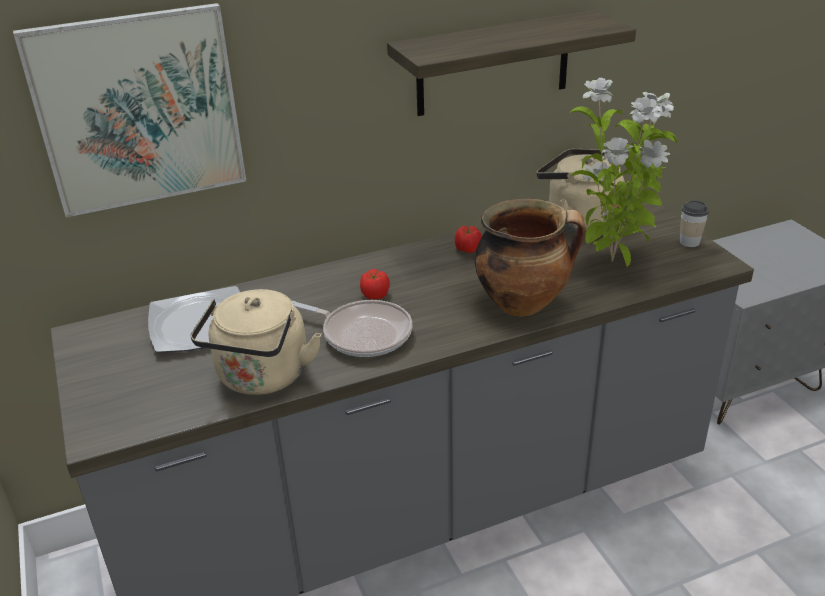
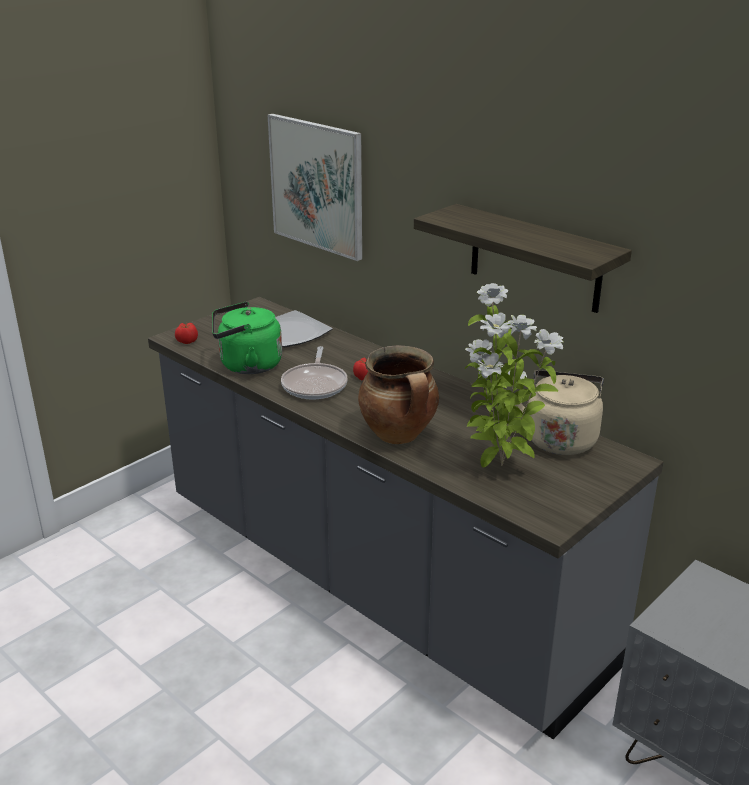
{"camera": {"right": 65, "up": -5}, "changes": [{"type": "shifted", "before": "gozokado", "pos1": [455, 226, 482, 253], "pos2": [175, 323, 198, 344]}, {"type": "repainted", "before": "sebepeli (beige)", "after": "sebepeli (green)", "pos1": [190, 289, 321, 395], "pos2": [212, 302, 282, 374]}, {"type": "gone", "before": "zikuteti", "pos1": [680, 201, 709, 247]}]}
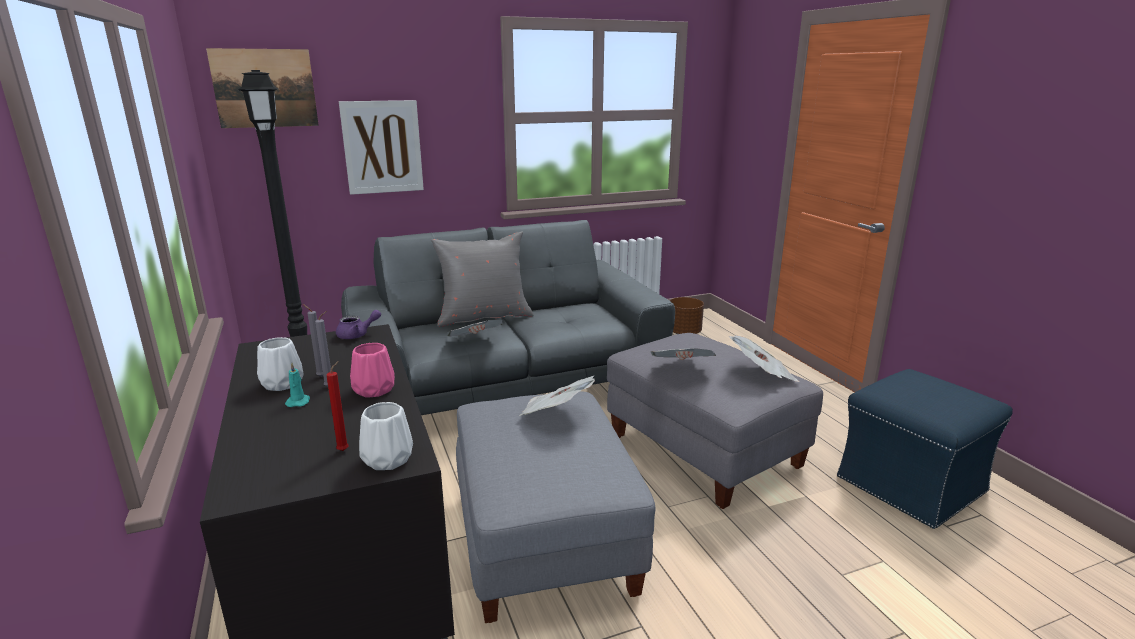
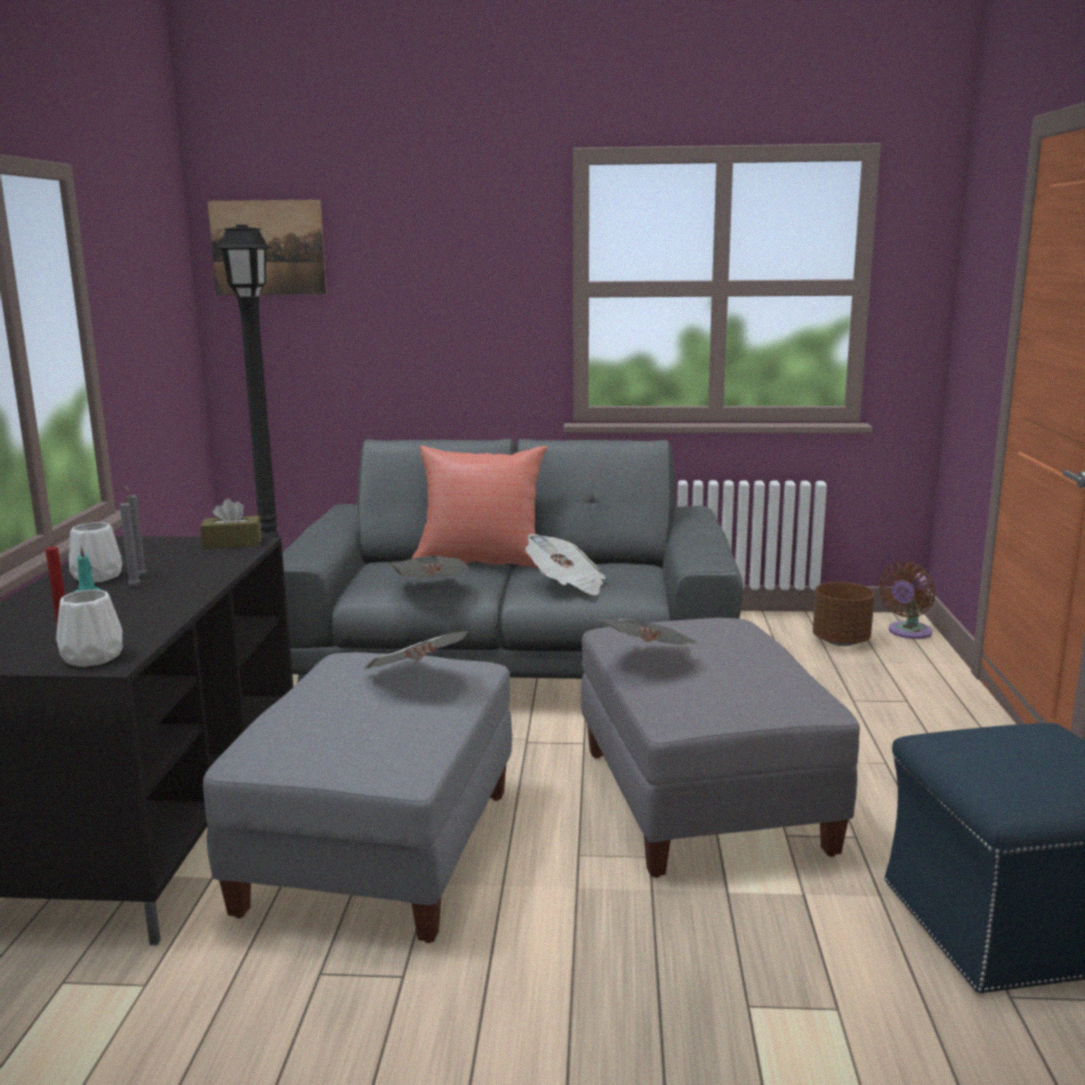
{"camera": {"right": 25, "up": -5}, "changes": [{"type": "swapped", "before": "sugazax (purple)", "after": "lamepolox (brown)", "pos1": [336, 310, 381, 339], "pos2": [200, 499, 262, 549]}, {"type": "repainted", "before": "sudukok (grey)", "after": "sudukok (red)", "pos1": [431, 231, 533, 327], "pos2": [412, 445, 547, 568]}, {"type": "shifted", "before": "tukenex", "pos1": [729, 336, 800, 382], "pos2": [526, 534, 606, 595]}, {"type": "new", "after": "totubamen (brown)", "pos2": [879, 562, 936, 639]}, {"type": "gone", "before": "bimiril", "pos1": [339, 100, 424, 195]}, {"type": "gone", "before": "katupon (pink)", "pos1": [350, 343, 395, 398]}]}
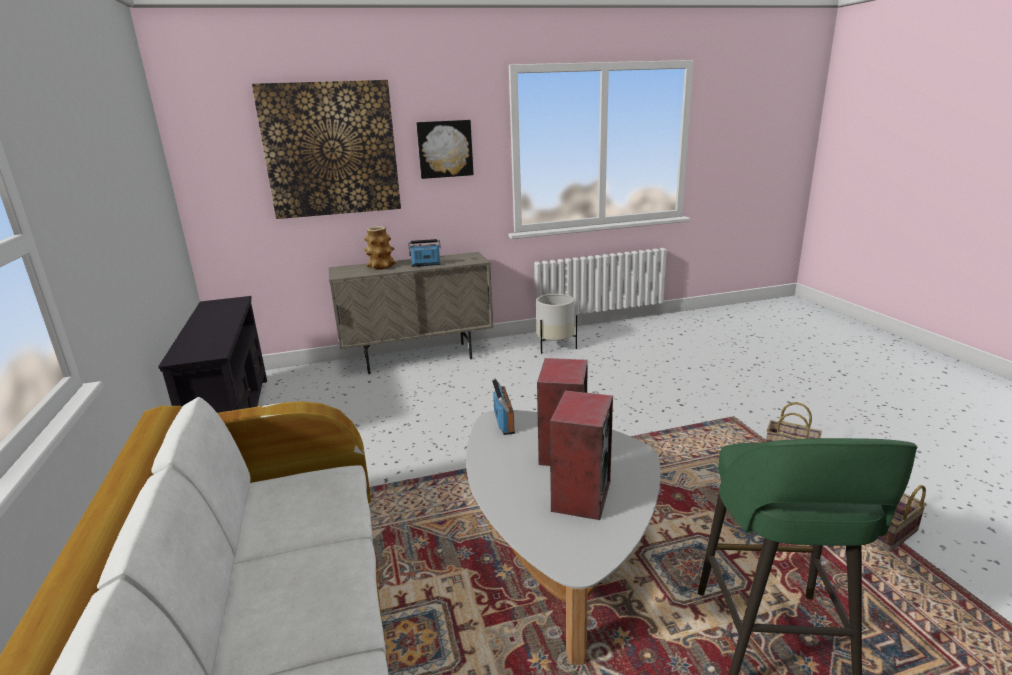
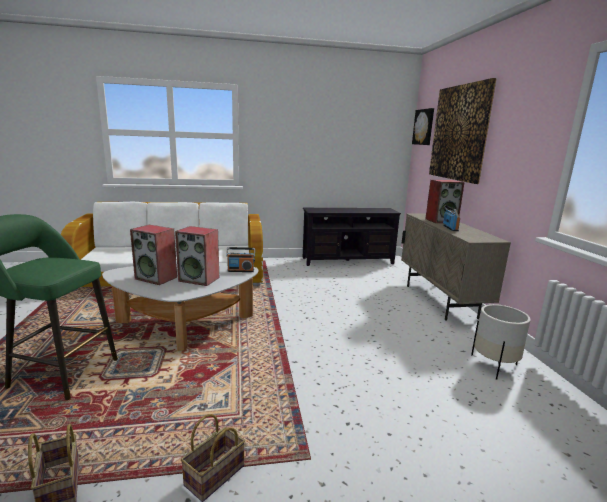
{"camera": {"right": 95, "up": -5}, "changes": [{"type": "shifted", "before": "bimiril", "pos1": [416, 120, 474, 179], "pos2": [412, 108, 434, 145]}, {"type": "swapped", "before": "katupon", "after": "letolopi", "pos1": [364, 226, 396, 270], "pos2": [425, 180, 465, 223]}]}
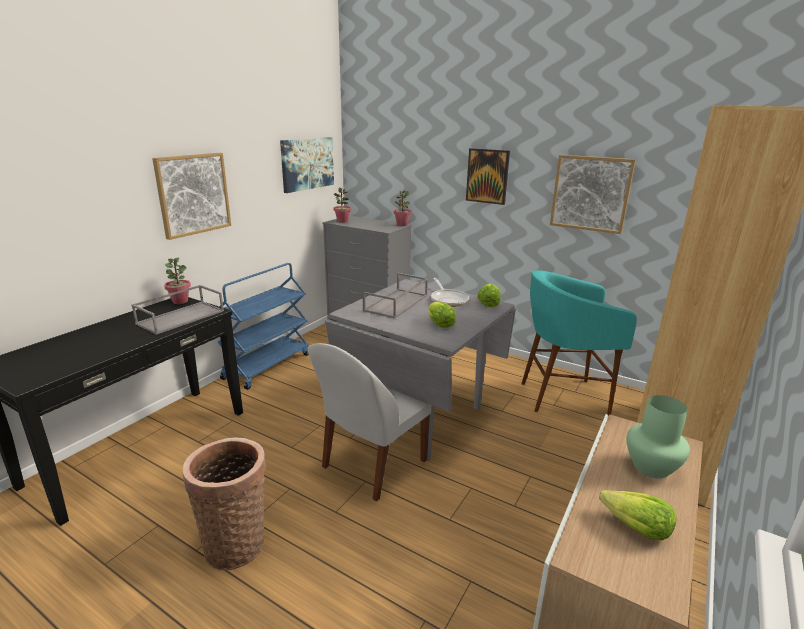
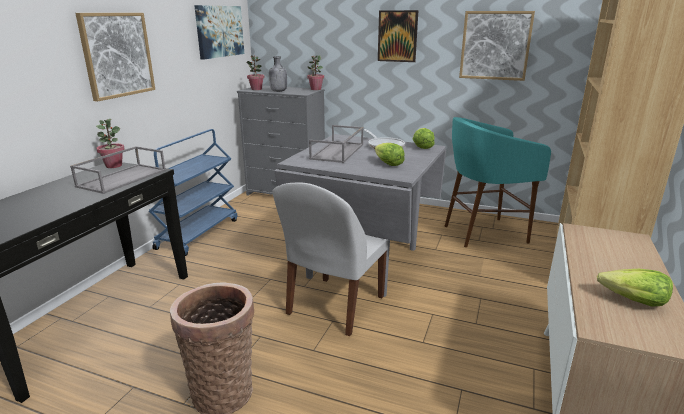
{"camera": {"right": -10, "up": 0}, "changes": [{"type": "new", "after": "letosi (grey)", "pos2": [269, 56, 287, 92]}, {"type": "gone", "before": "katupon (green)", "pos1": [626, 395, 690, 479]}]}
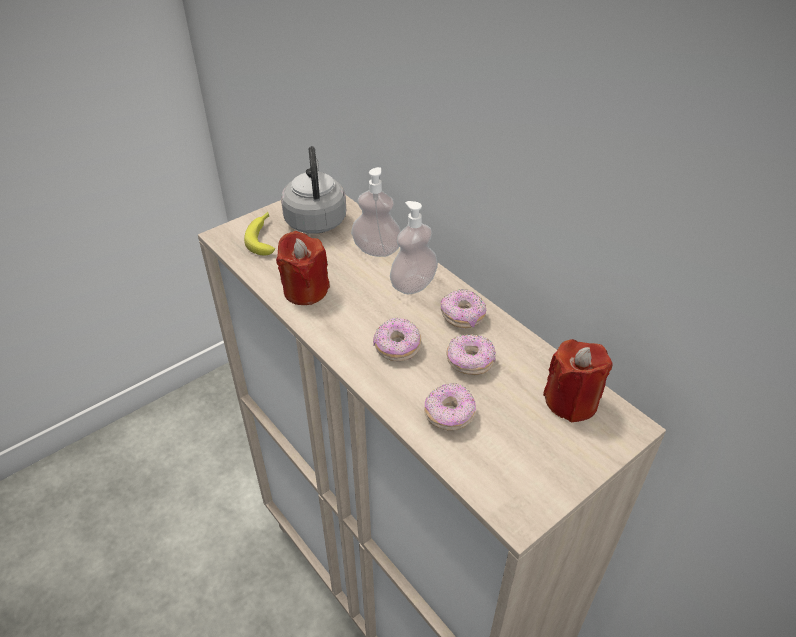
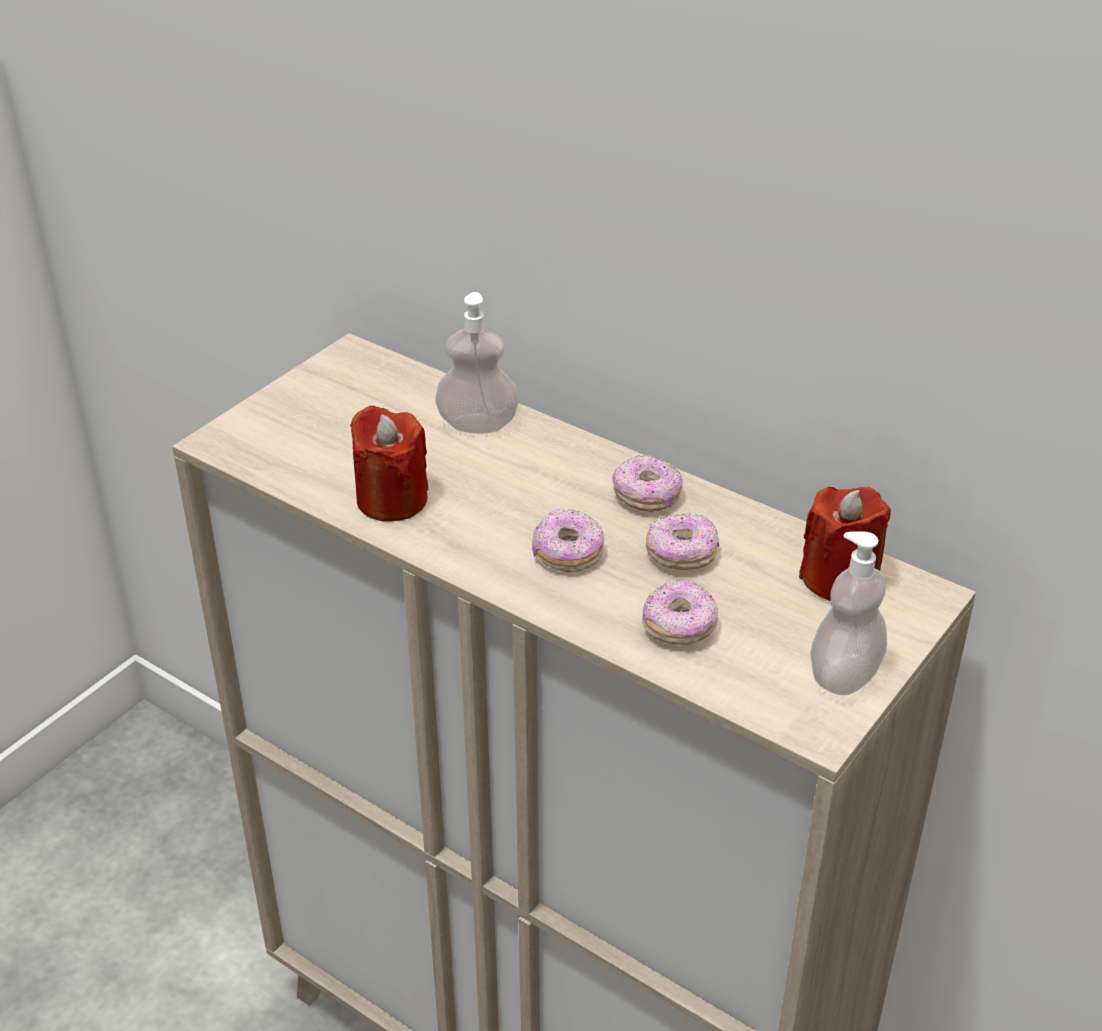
{"camera": {"right": -15, "up": -5}, "changes": [{"type": "shifted", "before": "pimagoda", "pos1": [390, 201, 438, 294], "pos2": [810, 531, 887, 695]}, {"type": "gone", "before": "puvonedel", "pos1": [244, 212, 275, 256]}, {"type": "gone", "before": "sebepeli (grey)", "pos1": [281, 146, 346, 234]}]}
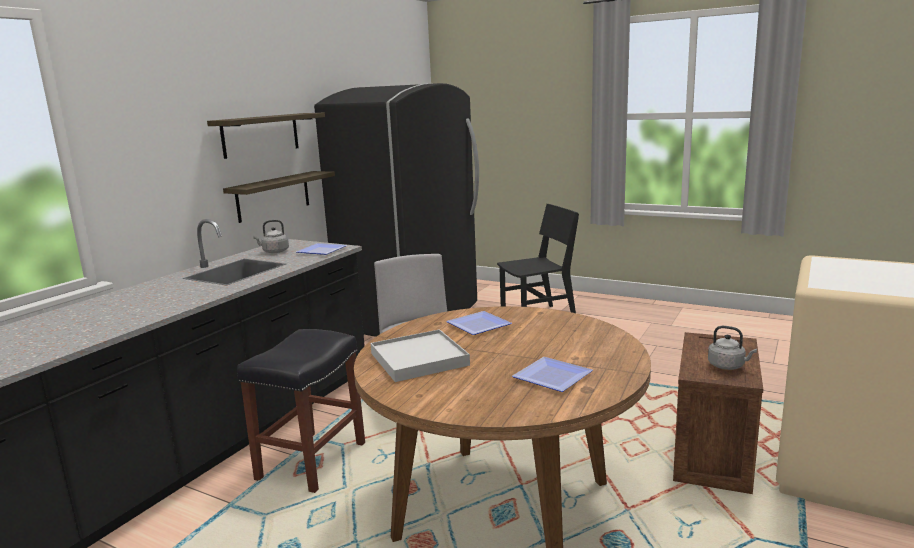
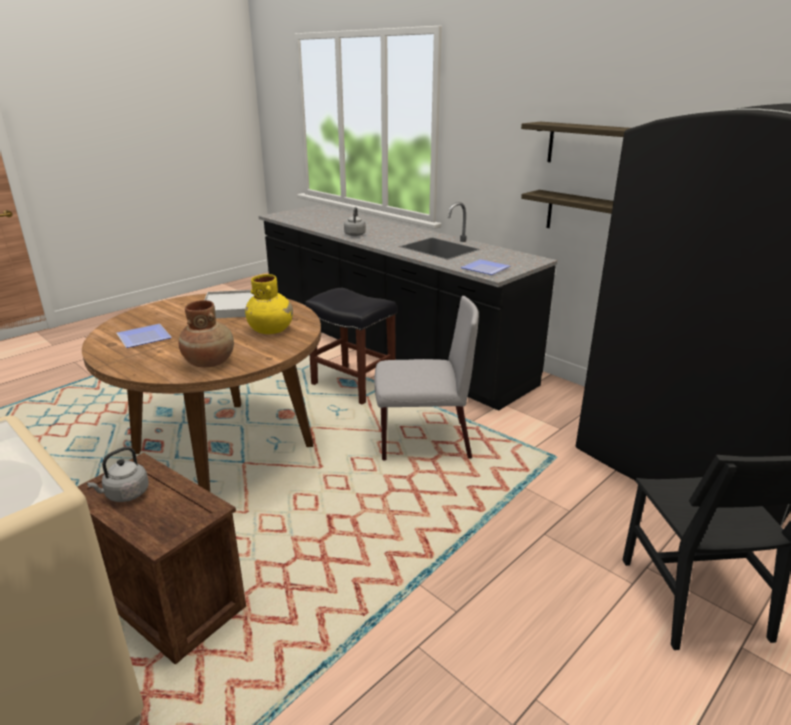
{"camera": {"right": 105, "up": 10}, "changes": [{"type": "new", "after": "katupon (brown)", "pos2": [179, 300, 234, 367]}, {"type": "swapped", "before": "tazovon", "after": "katupon (yellow)", "pos1": [446, 311, 512, 335], "pos2": [245, 274, 293, 334]}, {"type": "shifted", "before": "sebepeli (grey)", "pos1": [253, 220, 289, 253], "pos2": [344, 207, 366, 236]}]}
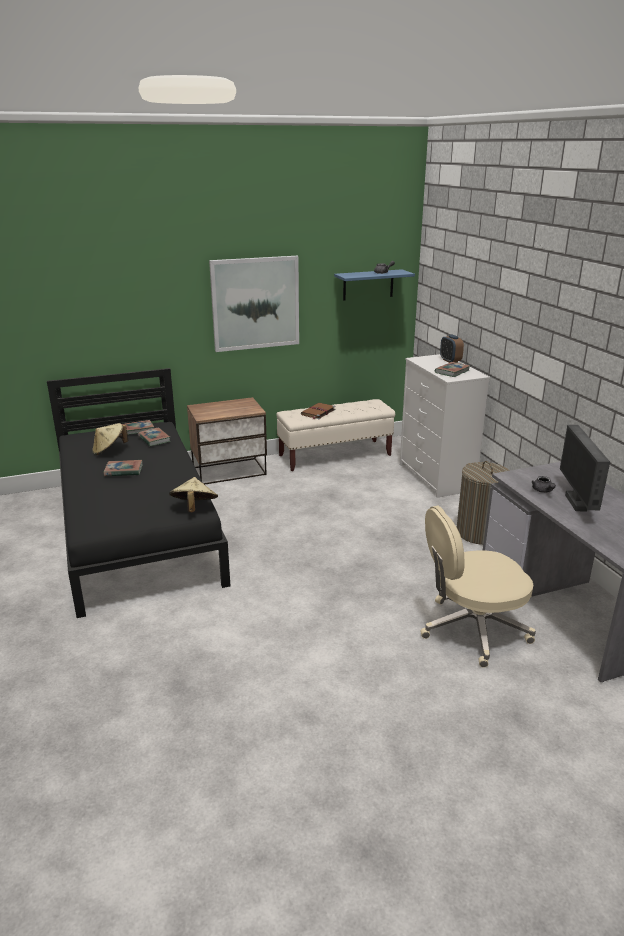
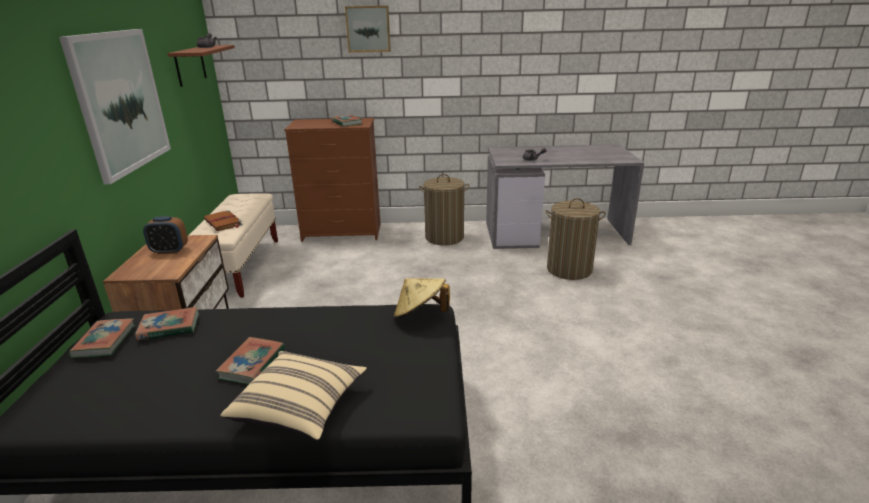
{"camera": {"right": -70, "up": 0}, "changes": [{"type": "shifted", "before": "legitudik", "pos1": [440, 335, 464, 363], "pos2": [143, 216, 188, 254]}, {"type": "repainted", "before": "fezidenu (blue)", "after": "fezidenu (brown)", "pos1": [334, 269, 415, 301], "pos2": [168, 45, 235, 87]}, {"type": "new", "after": "sudukok (beige)", "pos2": [220, 351, 367, 440]}, {"type": "repainted", "before": "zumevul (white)", "after": "zumevul (brown)", "pos1": [400, 354, 490, 498], "pos2": [284, 118, 381, 242]}, {"type": "new", "after": "bimiril", "pos2": [345, 6, 391, 52]}, {"type": "swapped", "before": "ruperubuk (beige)", "after": "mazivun", "pos1": [420, 506, 536, 667], "pos2": [545, 198, 606, 280]}, {"type": "gone", "before": "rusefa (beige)", "pos1": [92, 423, 128, 455]}, {"type": "gone", "before": "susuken", "pos1": [560, 425, 610, 511]}]}
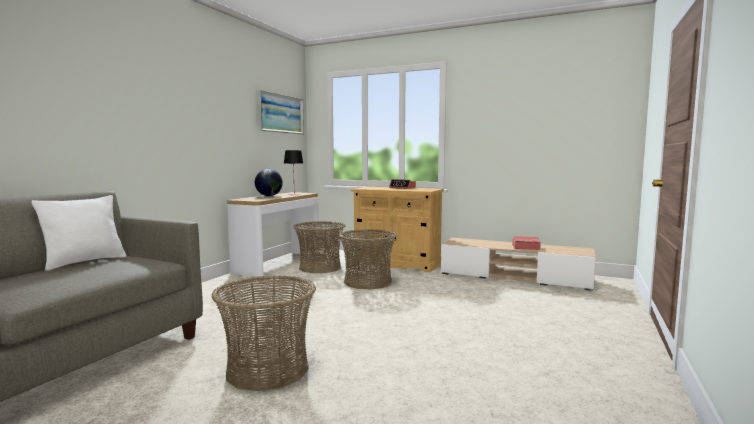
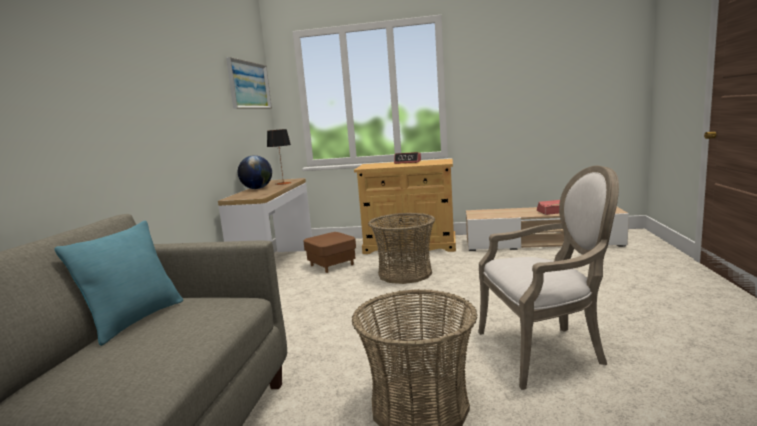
{"camera": {"right": -15, "up": 5}, "changes": [{"type": "repainted", "before": "sudukok (white)", "after": "sudukok (turquoise)", "pos1": [31, 195, 127, 271], "pos2": [55, 221, 183, 346]}, {"type": "swapped", "before": "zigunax", "after": "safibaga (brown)", "pos1": [293, 221, 345, 273], "pos2": [303, 232, 356, 273]}, {"type": "new", "after": "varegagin", "pos2": [478, 165, 619, 390]}]}
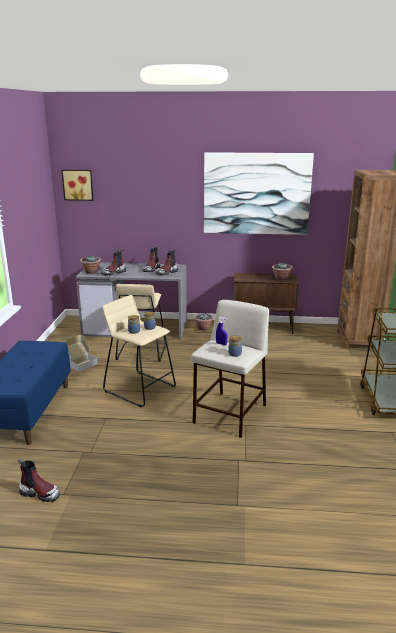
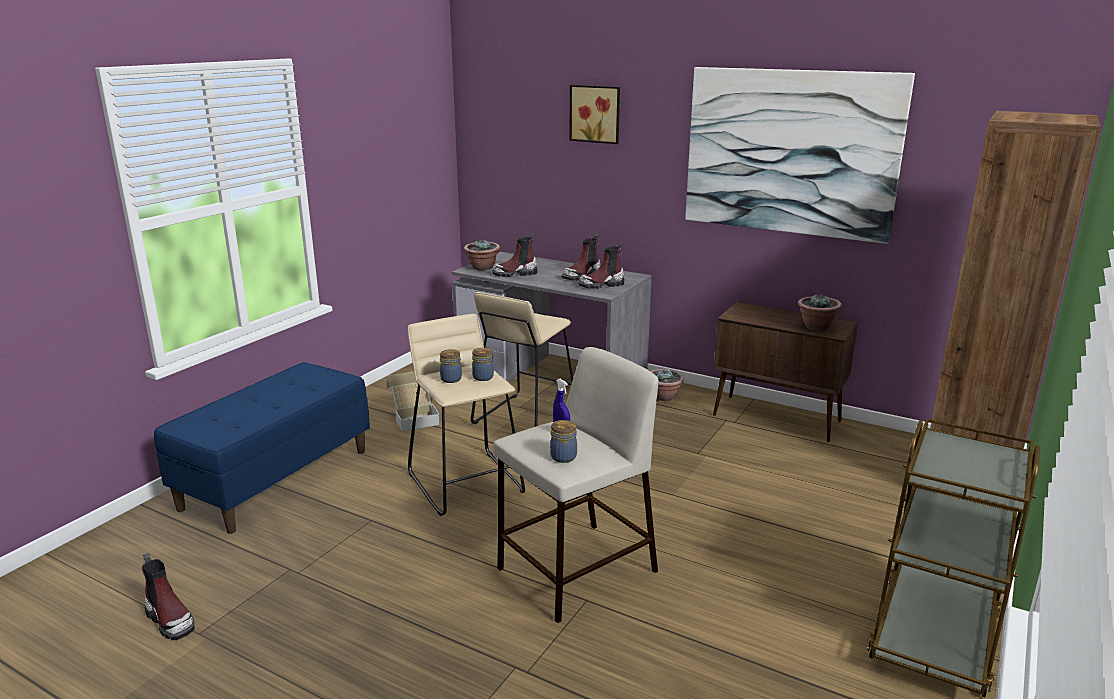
{"camera": {"right": 25, "up": 0}, "changes": [{"type": "shifted", "before": "bimiril", "pos1": [61, 170, 93, 201], "pos2": [569, 85, 620, 144]}]}
